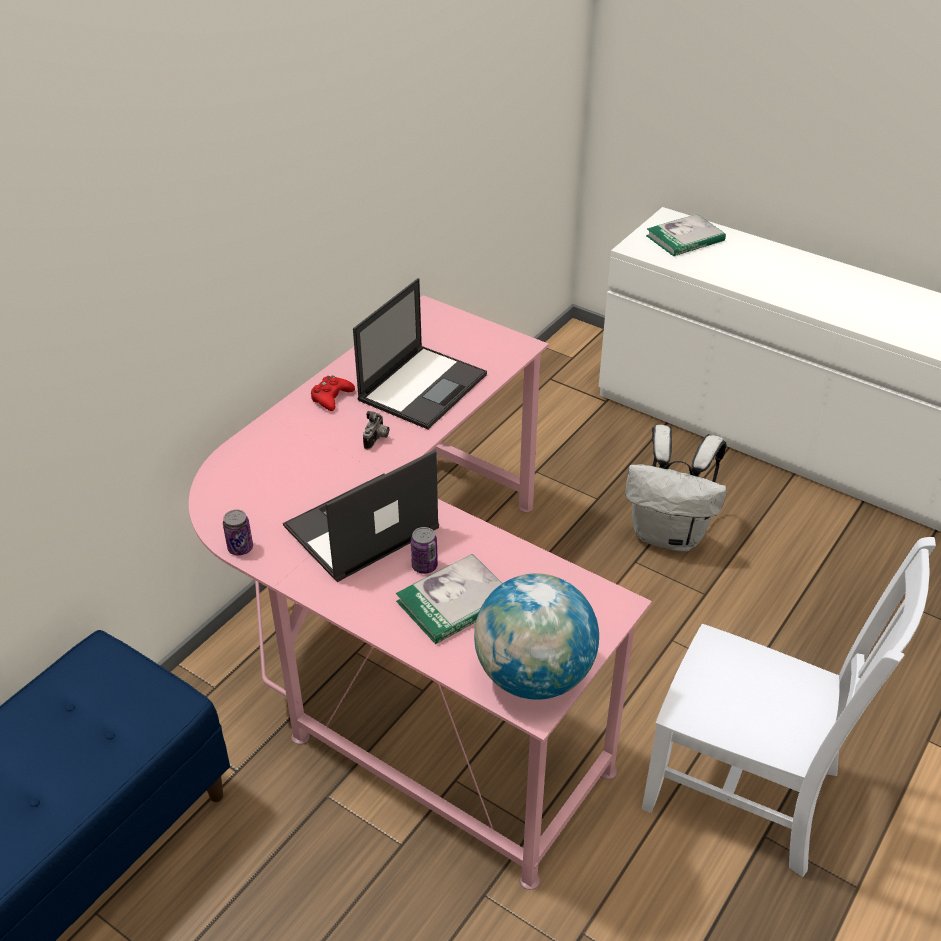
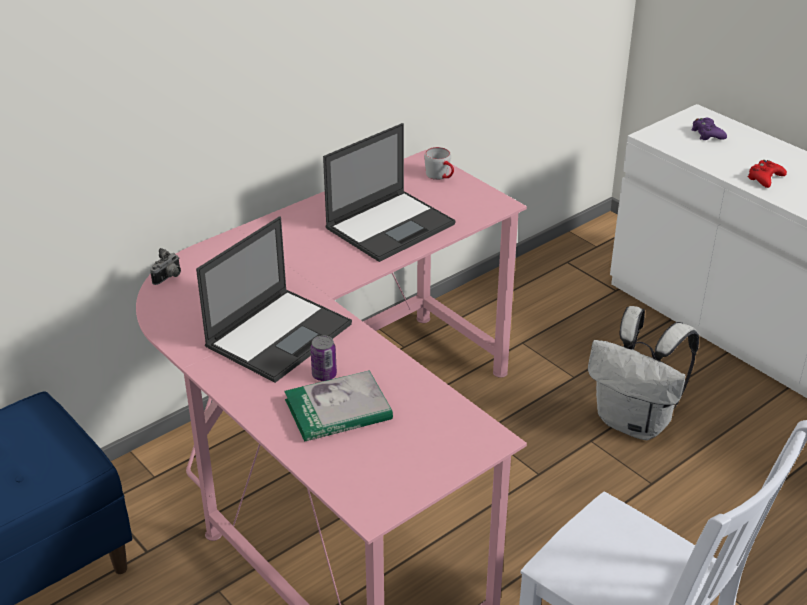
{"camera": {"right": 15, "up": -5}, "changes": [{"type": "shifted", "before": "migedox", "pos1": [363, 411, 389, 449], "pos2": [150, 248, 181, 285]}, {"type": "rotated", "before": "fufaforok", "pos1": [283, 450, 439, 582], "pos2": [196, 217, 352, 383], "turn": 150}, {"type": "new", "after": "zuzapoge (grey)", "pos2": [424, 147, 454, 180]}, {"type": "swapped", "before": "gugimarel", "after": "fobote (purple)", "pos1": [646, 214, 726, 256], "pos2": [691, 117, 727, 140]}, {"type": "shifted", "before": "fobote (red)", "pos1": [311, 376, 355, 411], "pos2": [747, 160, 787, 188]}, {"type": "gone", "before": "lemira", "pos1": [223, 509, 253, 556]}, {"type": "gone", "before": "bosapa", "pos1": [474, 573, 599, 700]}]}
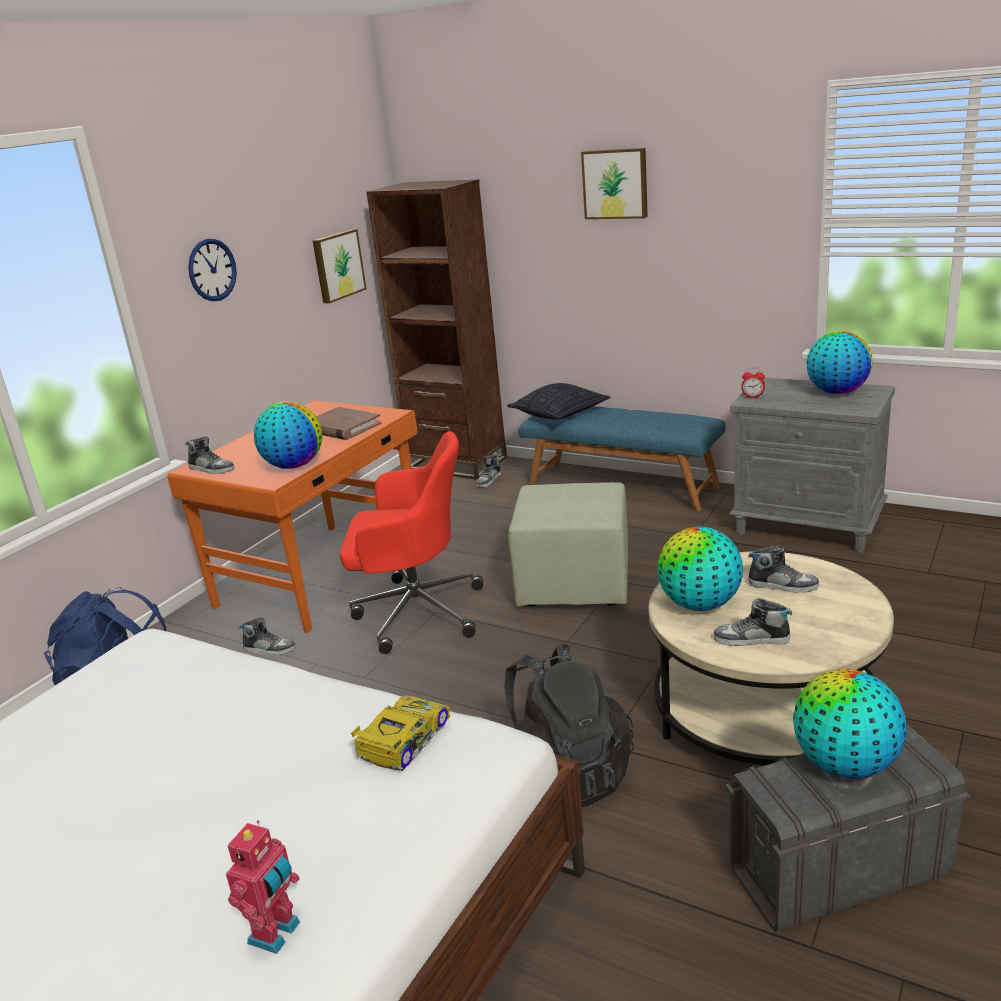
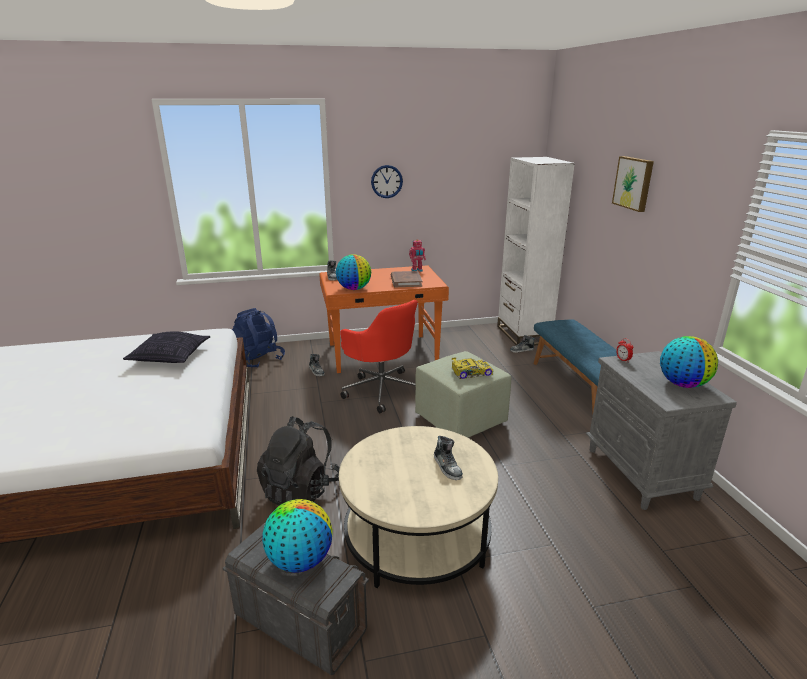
{"camera": {"right": 45, "up": 0}, "changes": [{"type": "shifted", "before": "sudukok", "pos1": [507, 383, 610, 420], "pos2": [123, 331, 210, 363]}, {"type": "shifted", "before": "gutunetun", "pos1": [226, 820, 300, 954], "pos2": [409, 239, 426, 272]}, {"type": "shifted", "before": "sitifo", "pos1": [351, 695, 450, 771], "pos2": [452, 357, 493, 379]}, {"type": "repainted", "before": "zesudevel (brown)", "after": "zesudevel (white)", "pos1": [367, 179, 507, 480], "pos2": [497, 157, 575, 346]}, {"type": "gone", "before": "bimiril", "pos1": [312, 229, 366, 303]}, {"type": "gone", "before": "bosapa", "pos1": [657, 527, 743, 611]}, {"type": "gone", "before": "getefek", "pos1": [713, 598, 792, 646]}]}
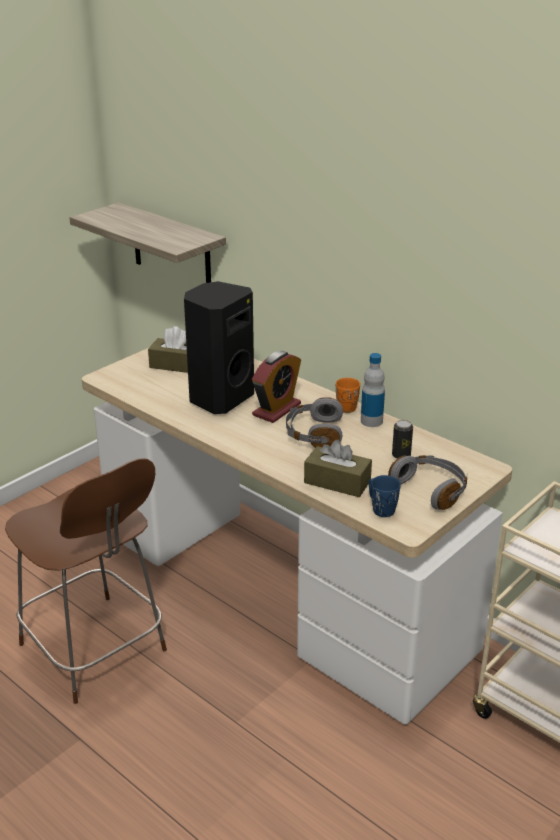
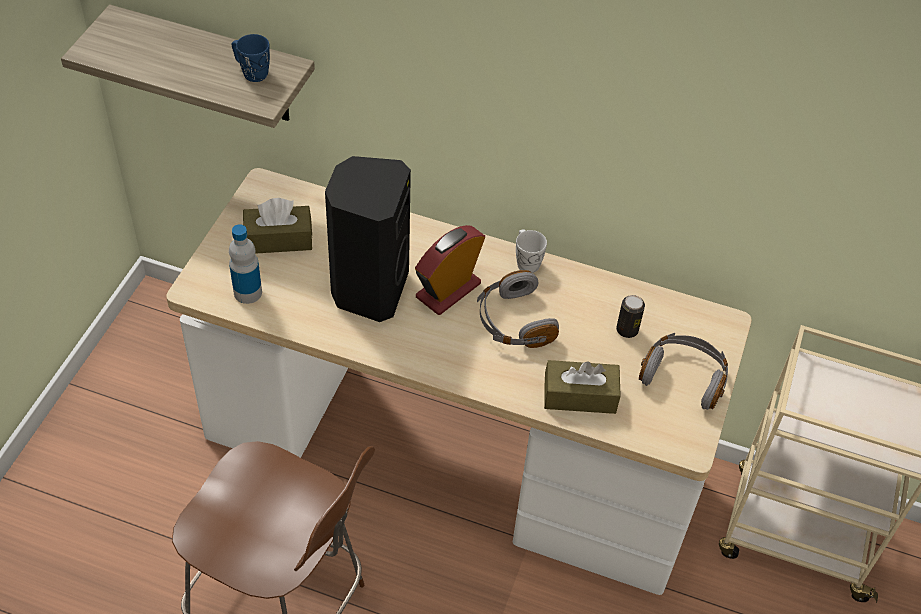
{"camera": {"right": -25, "up": 20}, "changes": [{"type": "shifted", "before": "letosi", "pos1": [361, 353, 385, 427], "pos2": [229, 224, 262, 304]}, {"type": "shifted", "before": "zuzapoge (blue)", "pos1": [369, 475, 401, 517], "pos2": [232, 34, 270, 82]}, {"type": "rotated", "before": "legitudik", "pos1": [252, 351, 301, 423], "pos2": [415, 225, 485, 315], "turn": -150}, {"type": "repainted", "before": "zuzapoge (orange)", "after": "zuzapoge (white)", "pos1": [336, 378, 360, 413], "pos2": [516, 229, 547, 273]}]}
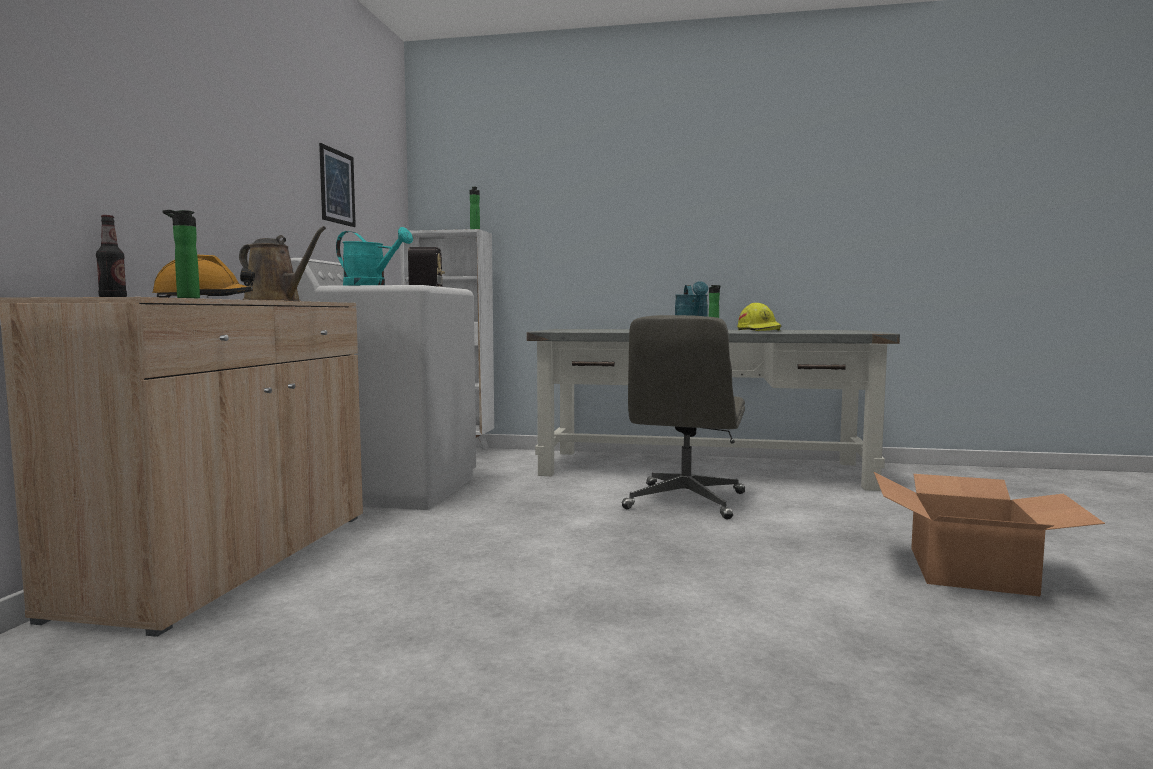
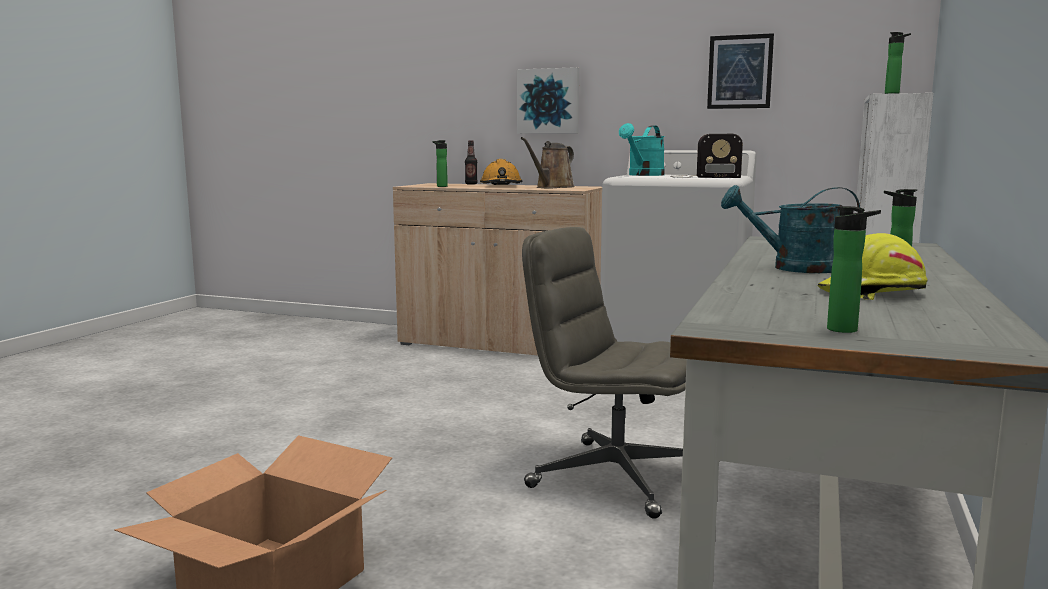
{"camera": {"right": 100, "up": 5}, "changes": [{"type": "new", "after": "bimiril", "pos2": [517, 67, 579, 134]}, {"type": "new", "after": "letosi", "pos2": [827, 206, 881, 333]}]}
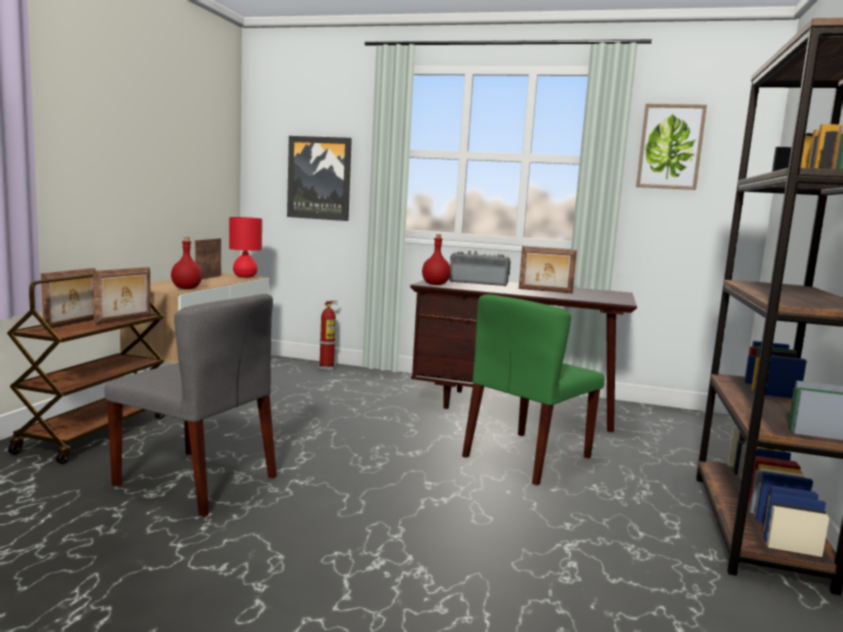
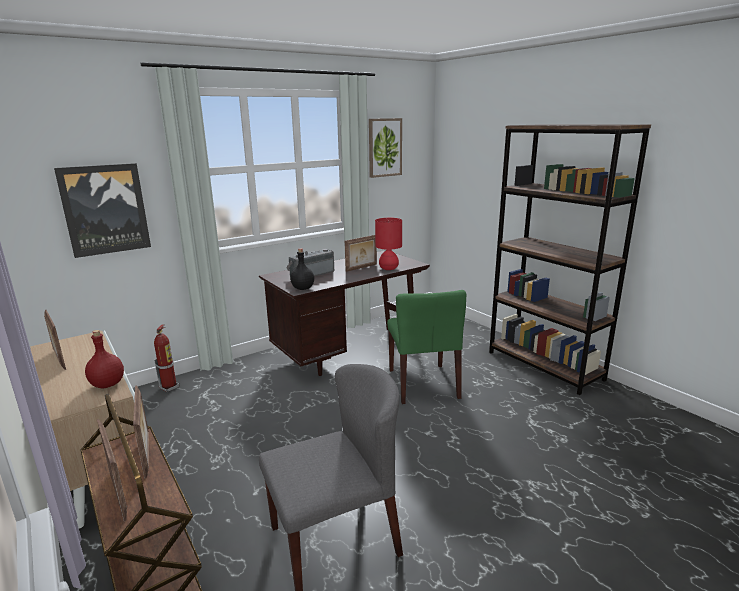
{"camera": {"right": -50, "up": 10}, "changes": [{"type": "repainted", "before": "letosi (red)", "after": "letosi (black)", "pos1": [422, 234, 451, 285], "pos2": [290, 248, 314, 290]}, {"type": "shifted", "before": "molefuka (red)", "pos1": [229, 217, 262, 278], "pos2": [375, 218, 402, 270]}]}
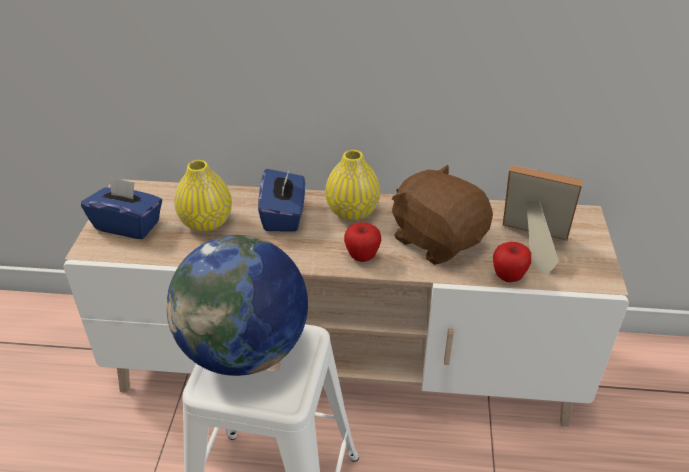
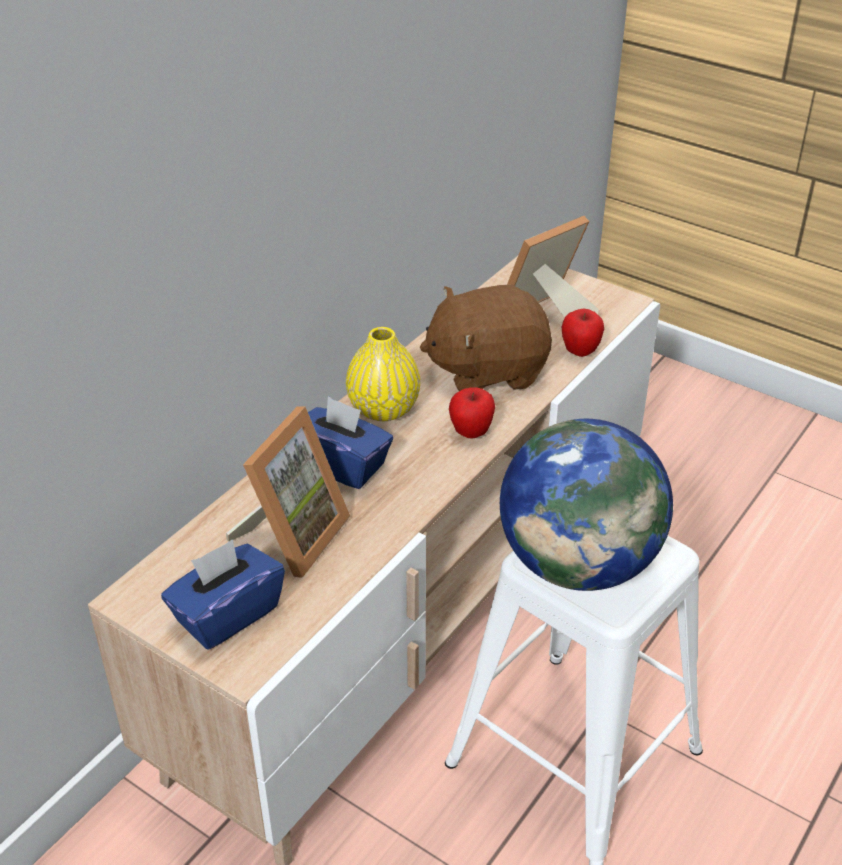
{"camera": {"right": -60, "up": 0}, "changes": [{"type": "swapped", "before": "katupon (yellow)", "after": "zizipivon", "pos1": [174, 160, 232, 232], "pos2": [226, 407, 350, 578]}]}
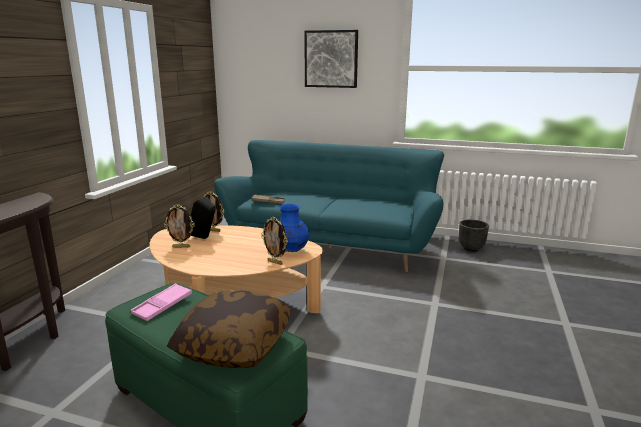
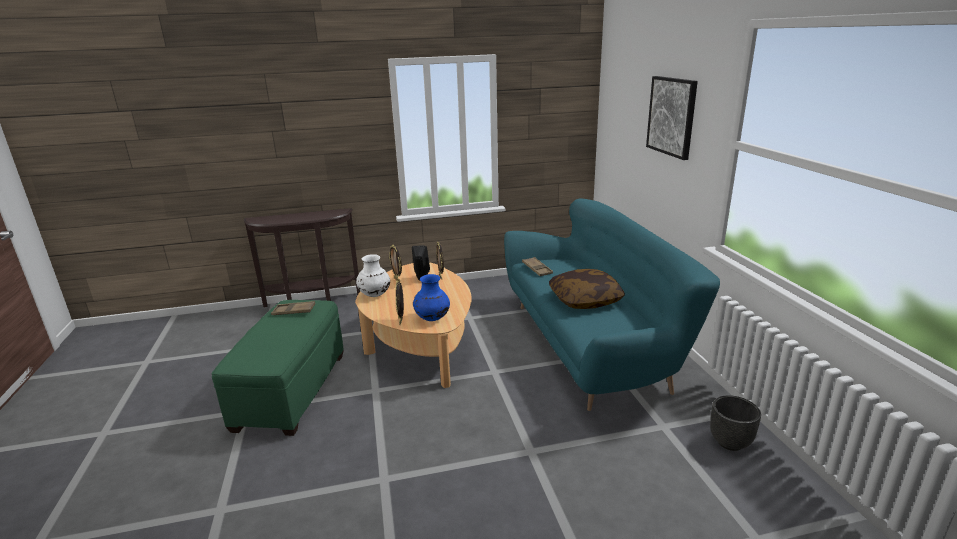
{"camera": {"right": 60, "up": 5}, "changes": [{"type": "repainted", "before": "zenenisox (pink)", "after": "zenenisox (brown)", "pos1": [131, 283, 192, 321], "pos2": [271, 301, 316, 315]}, {"type": "new", "after": "katupon (white)", "pos2": [356, 254, 390, 297]}, {"type": "shifted", "before": "sudukok", "pos1": [167, 290, 290, 368], "pos2": [549, 269, 625, 309]}]}
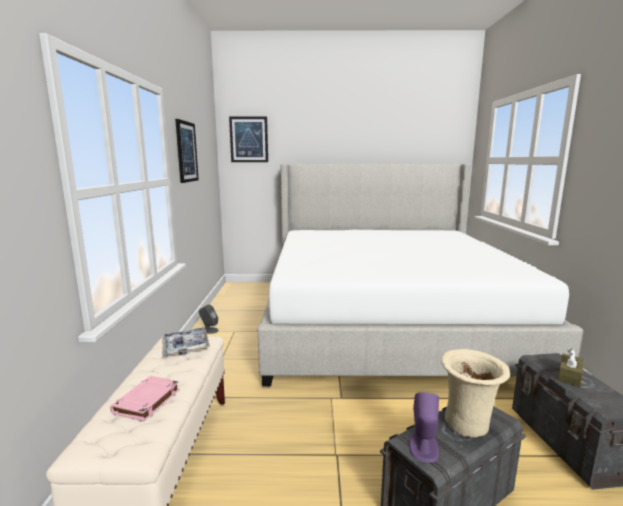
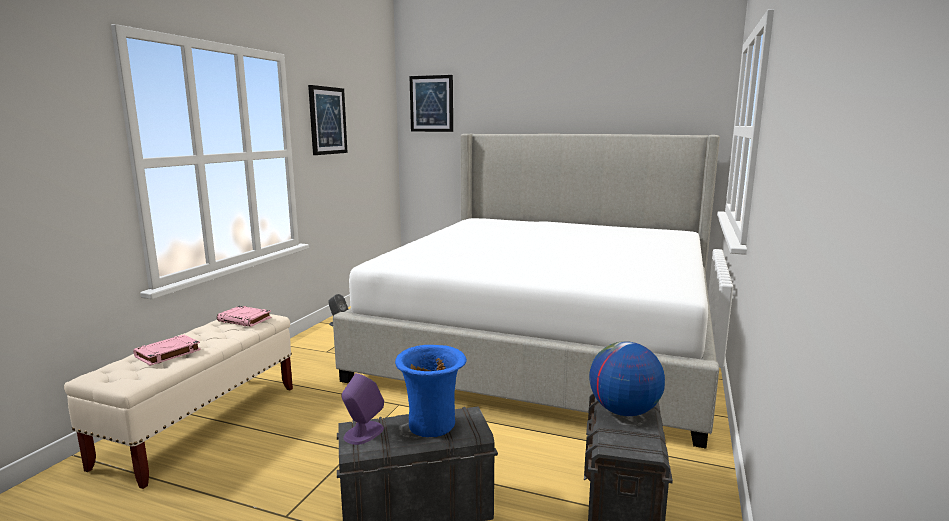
{"camera": {"right": 20, "up": 0}, "changes": [{"type": "swapped", "before": "zenenisox", "after": "gugimarel (pink)", "pos1": [162, 328, 210, 355], "pos2": [217, 306, 272, 327]}, {"type": "repainted", "before": "katupon (beige)", "after": "katupon (blue)", "pos1": [441, 349, 510, 438], "pos2": [395, 345, 467, 437]}, {"type": "swapped", "before": "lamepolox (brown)", "after": "bosapa", "pos1": [558, 349, 584, 387], "pos2": [589, 341, 665, 416]}]}
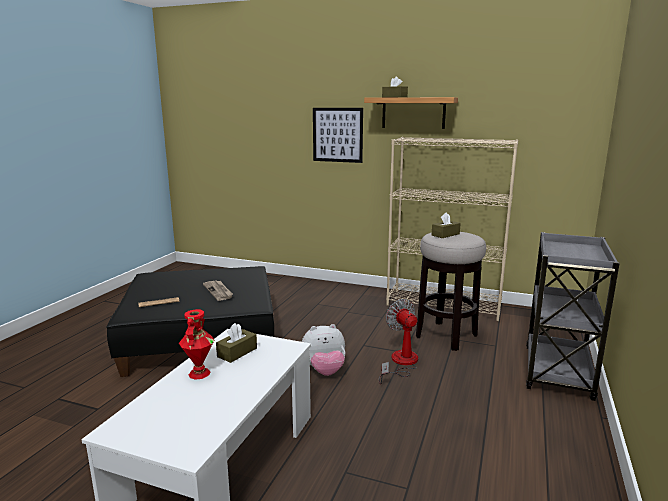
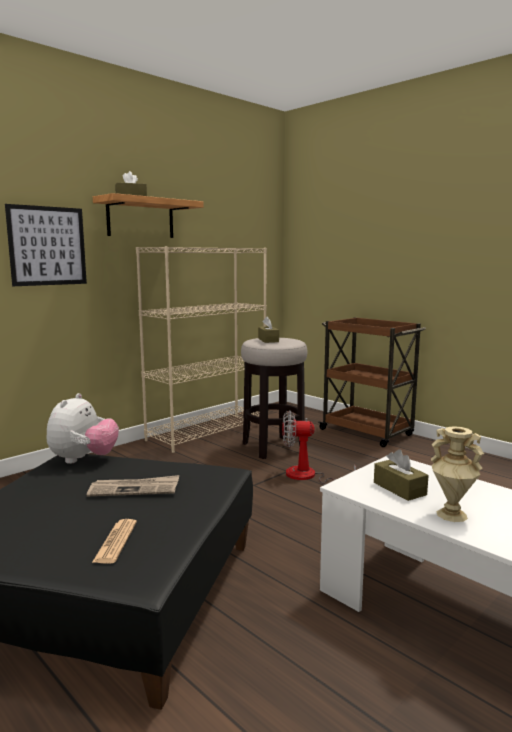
{"camera": {"right": -65, "up": -5}, "changes": [{"type": "shifted", "before": "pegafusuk", "pos1": [302, 324, 345, 376], "pos2": [47, 393, 119, 464]}, {"type": "repainted", "before": "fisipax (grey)", "after": "fisipax (brown)", "pos1": [526, 232, 620, 401], "pos2": [319, 317, 426, 447]}, {"type": "repainted", "before": "katupon (red)", "after": "katupon (beige)", "pos1": [179, 309, 214, 380], "pos2": [431, 426, 484, 522]}]}
